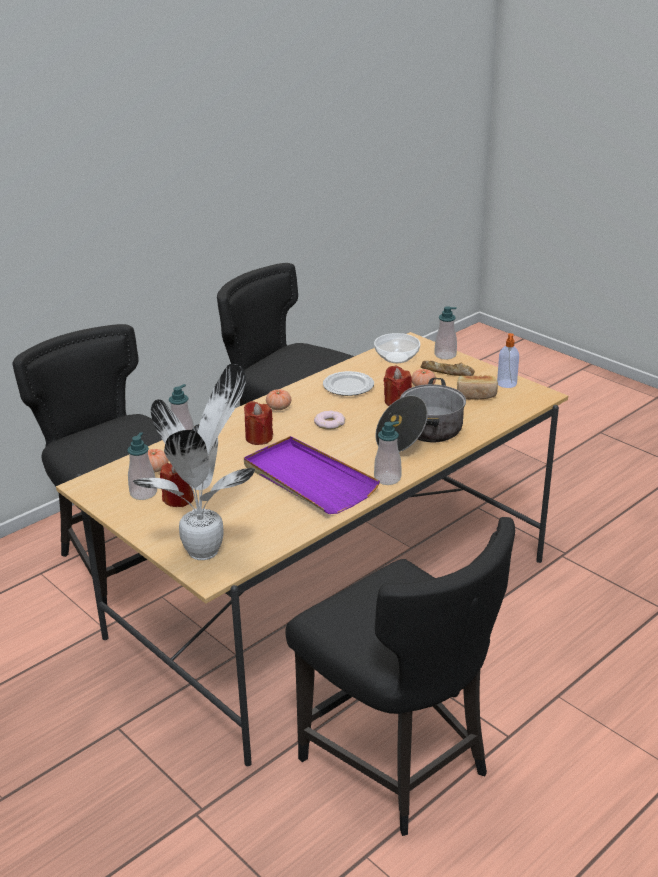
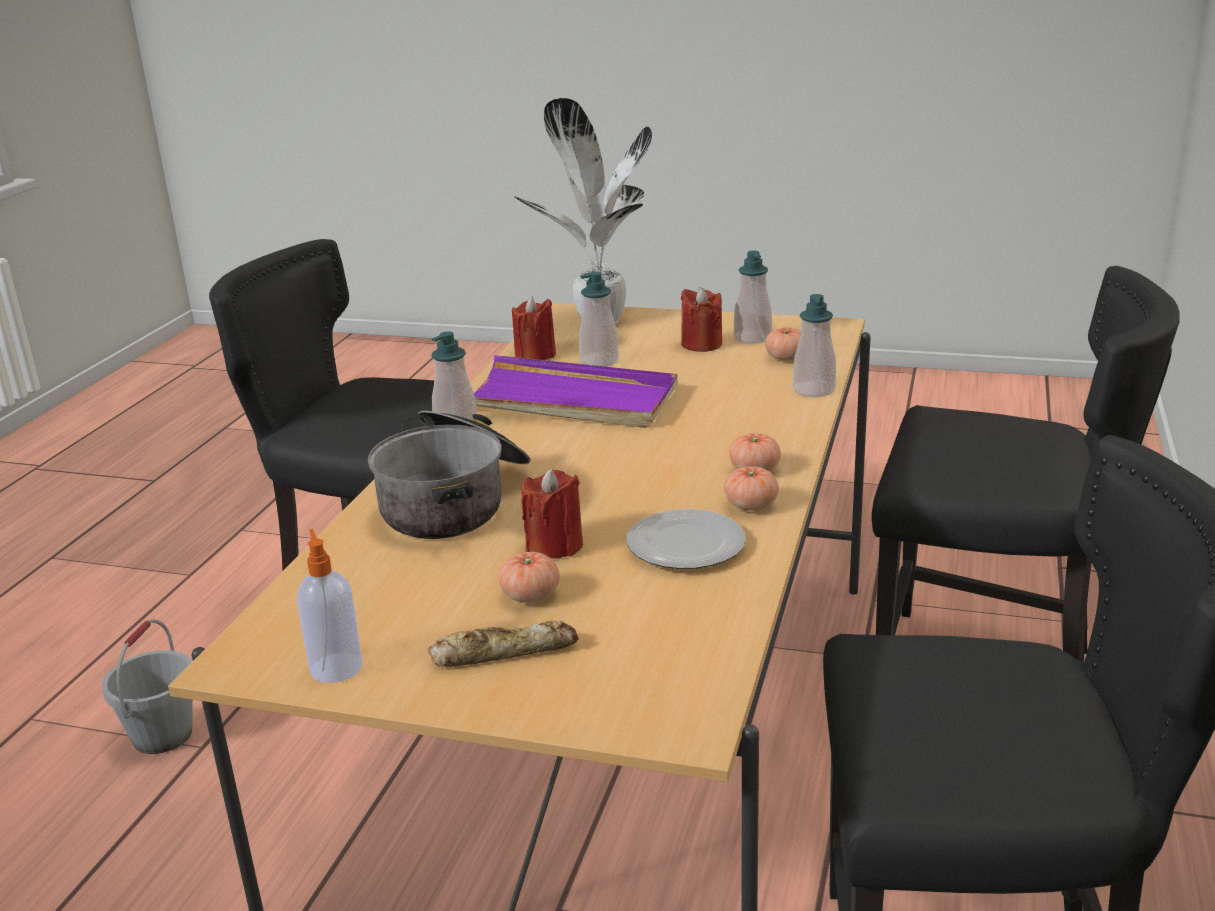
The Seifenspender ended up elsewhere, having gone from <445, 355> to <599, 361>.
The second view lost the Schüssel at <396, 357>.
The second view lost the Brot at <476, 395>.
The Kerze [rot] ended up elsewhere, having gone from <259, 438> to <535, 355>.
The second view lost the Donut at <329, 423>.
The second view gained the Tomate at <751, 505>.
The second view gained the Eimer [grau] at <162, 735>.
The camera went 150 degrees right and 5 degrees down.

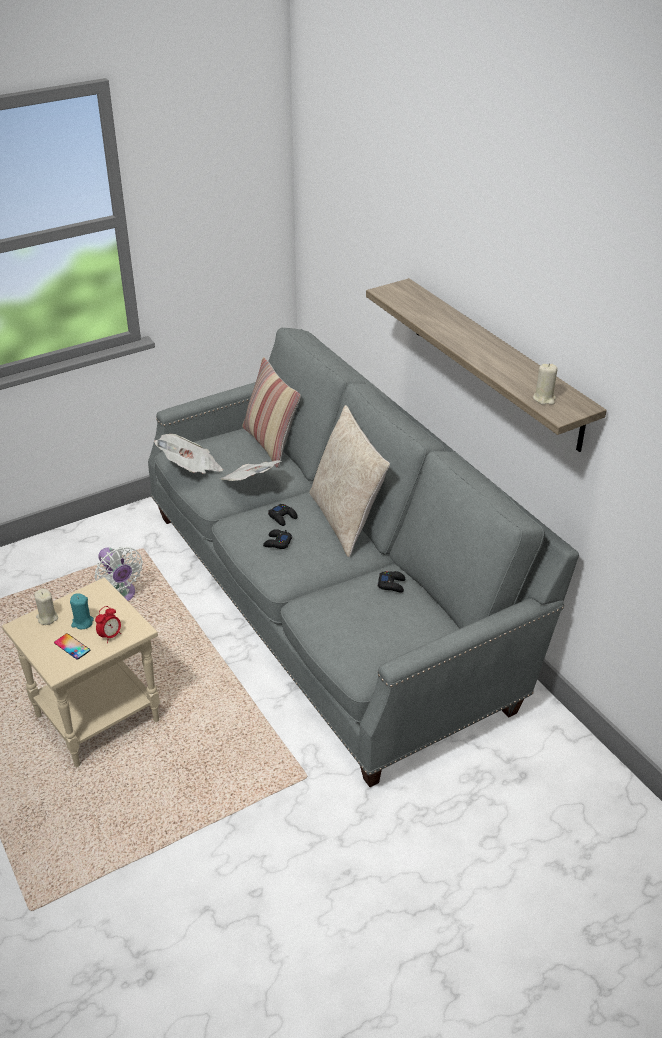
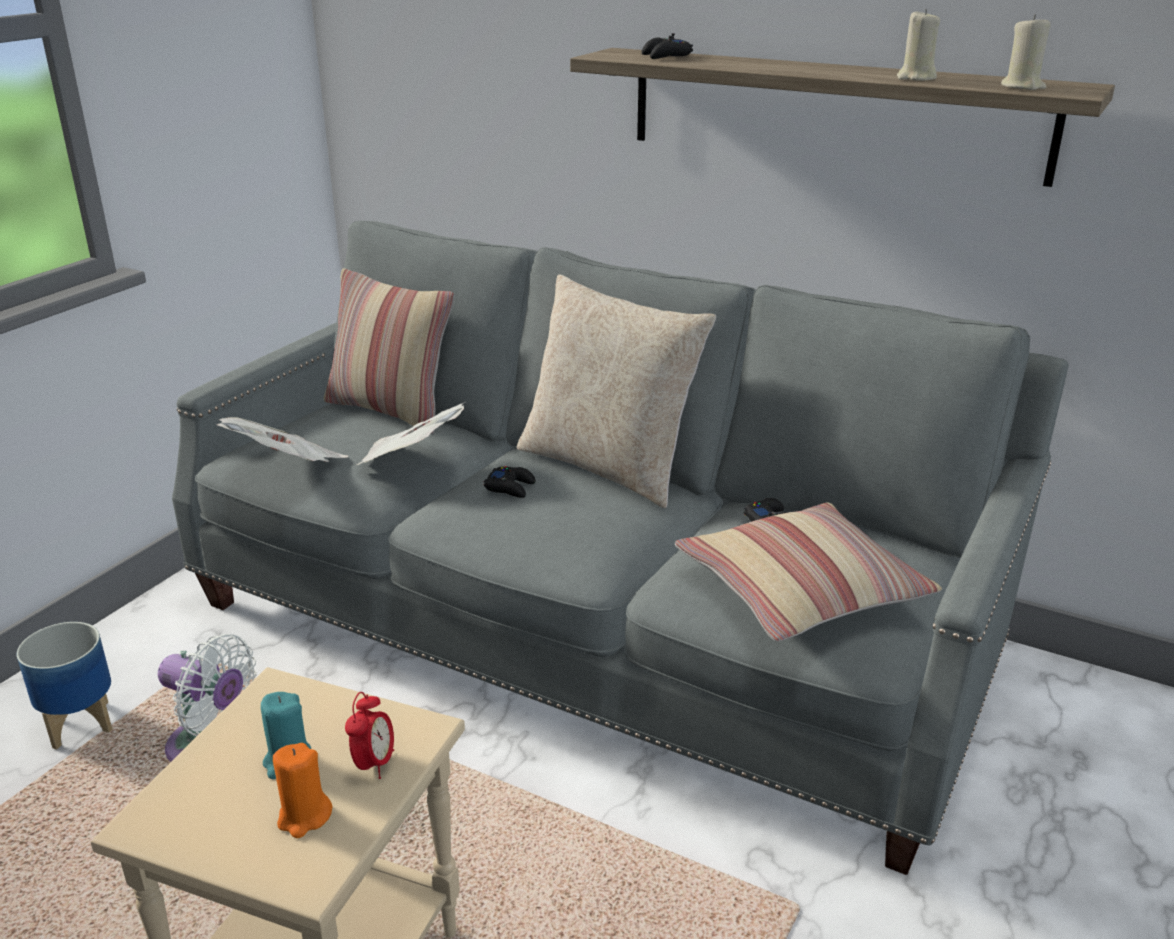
The Gamepad [schwarz] ended up elsewhere, having gone from <277, 543> to <666, 56>.
The Kerze [beige] ended up elsewhere, having gone from <47, 618> to <916, 78>.
Where the Handy stood at <72, 646>, the Kerze [orange] came to stand at <304, 817>.
The second view gained the Kissen at <801, 590>.
The second view gained the Pflanzkübel at <81, 724>.
The camera went 30 degrees left and 10 degrees down.

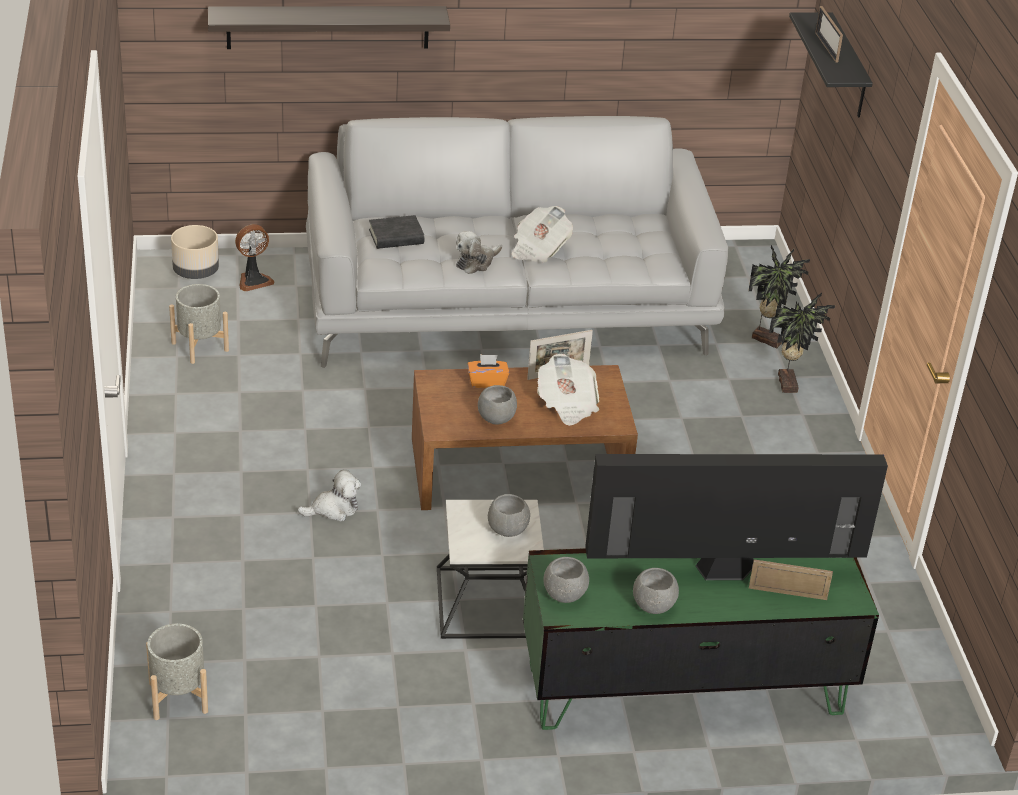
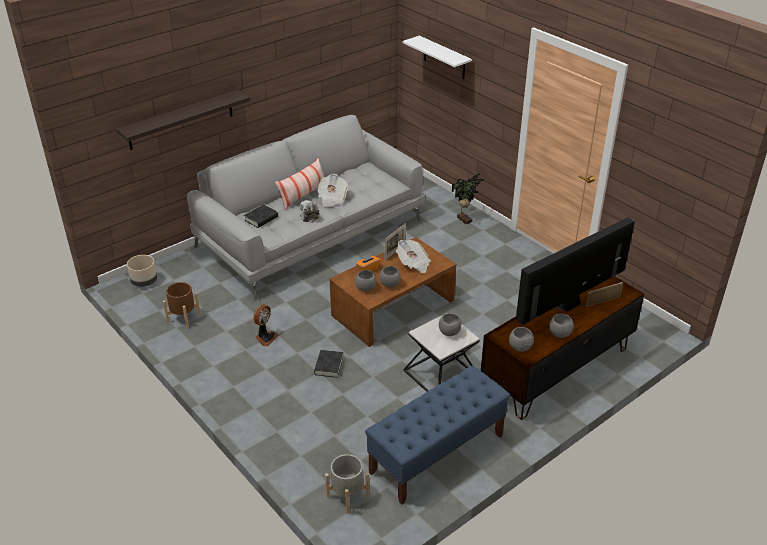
The second view lost the Bilderrahmen at <826, 47>.
What was the Wandregal [schwarz] at <848, 67> turned into the Wandregal [weiß] at <444, 58>.
The Ventilator ended up elsewhere, having gone from <253, 280> to <265, 337>.
The second view lost the Topfpflanze at <767, 339>.
What was the Pflanzkübel [grau] at <200, 346> turned into the Pflanzkübel [braun] at <183, 317>.
Where the Plüschtier stood at <333, 509>, the Buch [schwarz] came to stand at <329, 366>.
What was the Fernsehschrank [grün] at <683, 686> turned into the Fernsehschrank [braun] at <556, 370>.
The second view gained the Kissen at <303, 195>.
The second view gained the Schüssel [grau] at <365, 288>.
The second view gained the Bank [blau] at <436, 454>.
The camera went 30 degrees left and 0 degrees up.

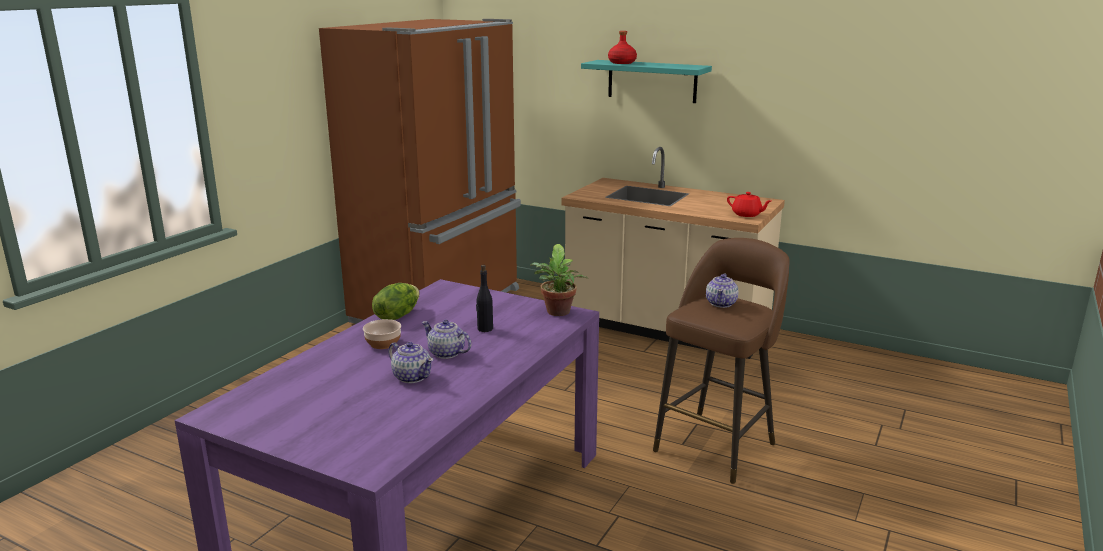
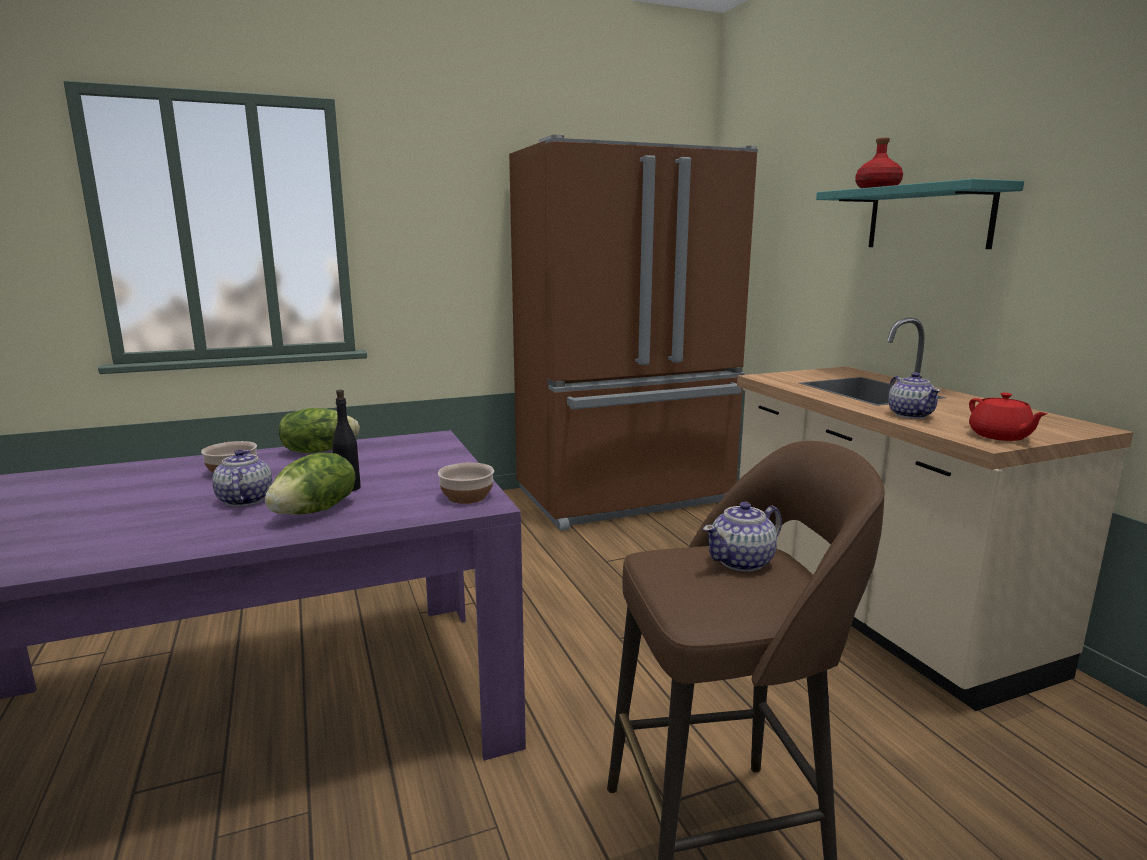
Where the Topfpflanze stood at <558, 313>, the Schüssel came to stand at <466, 496>.
The Teekanne ended up elsewhere, having gone from <412, 377> to <910, 415>.
The second view gained the Salatkopf at <316, 511>.
The camera went 40 degrees right and 5 degrees down.

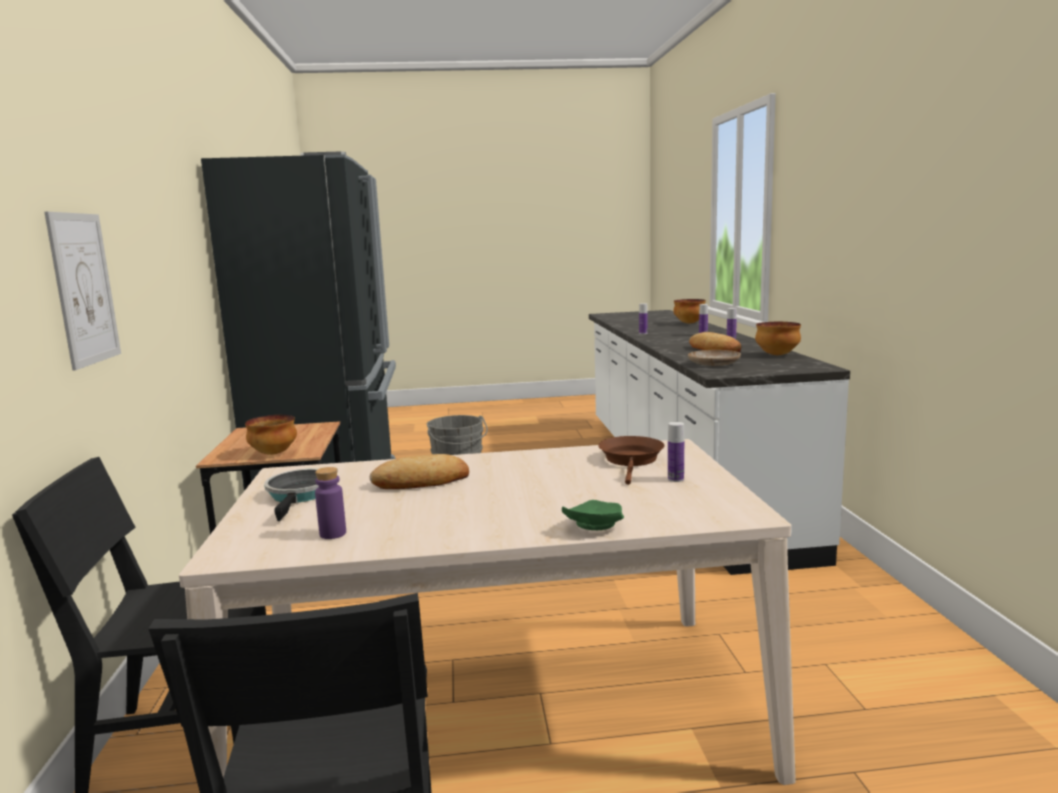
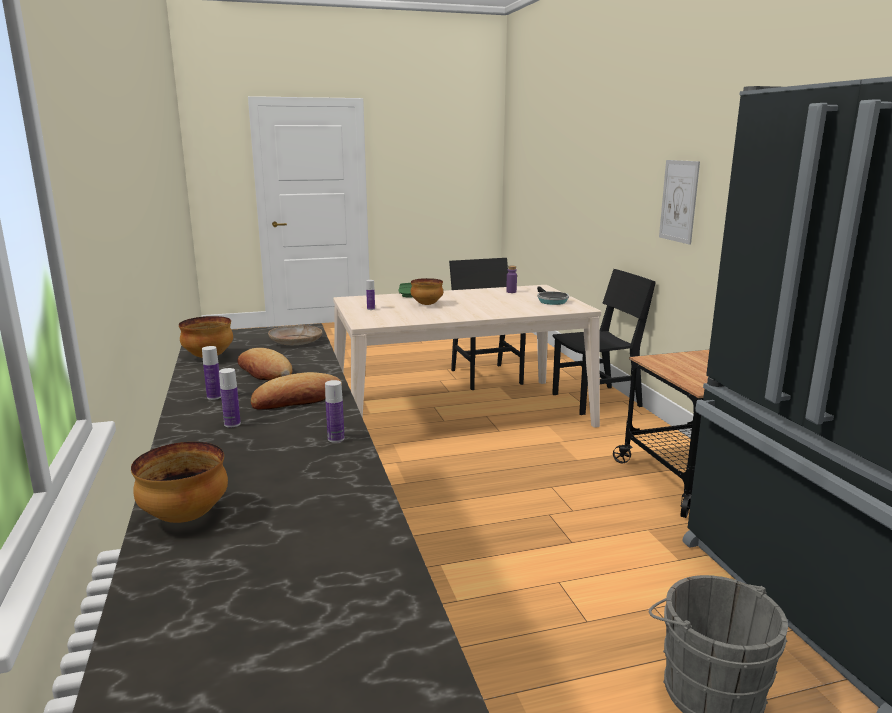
The Schüssel ended up elsewhere, having gone from <274, 453> to <426, 304>.
The second view lost the Pfanne [braun] at <631, 460>.
The Brot ended up elsewhere, having gone from <421, 481> to <297, 399>.
The camera went 170 degrees right and 5 degrees up.

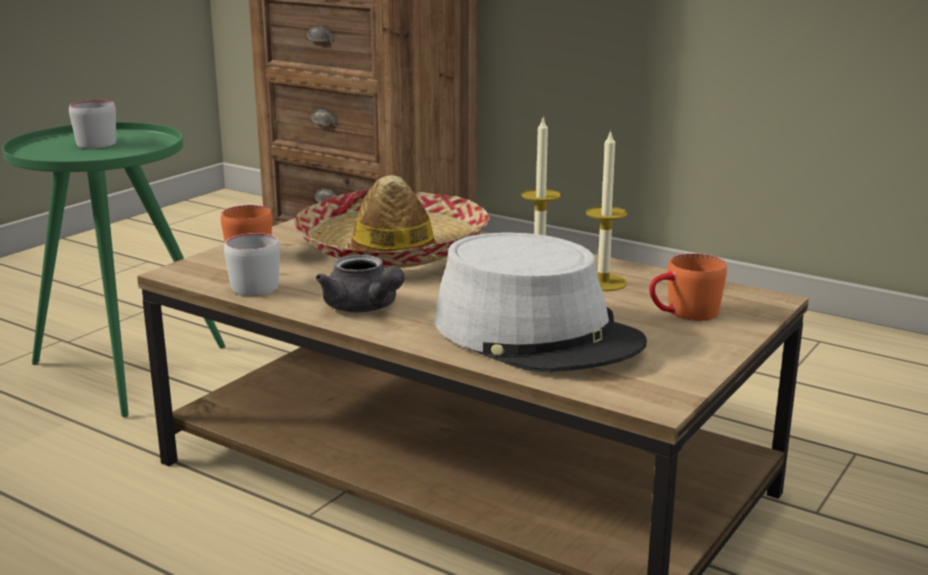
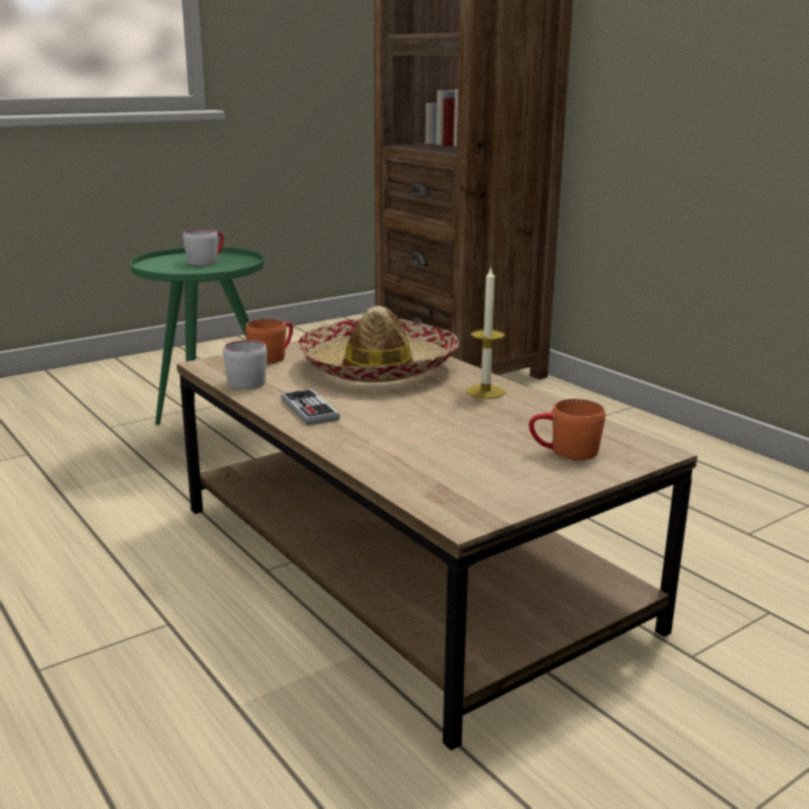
The second view lost the Kerze at <603, 282>.
The second view lost the Hut [grau] at <537, 333>.
Where the Teekanne [grau] stood at <364, 308>, the Gamepad came to stand at <309, 409>.
The camera went 20 degrees right and 0 degrees up.

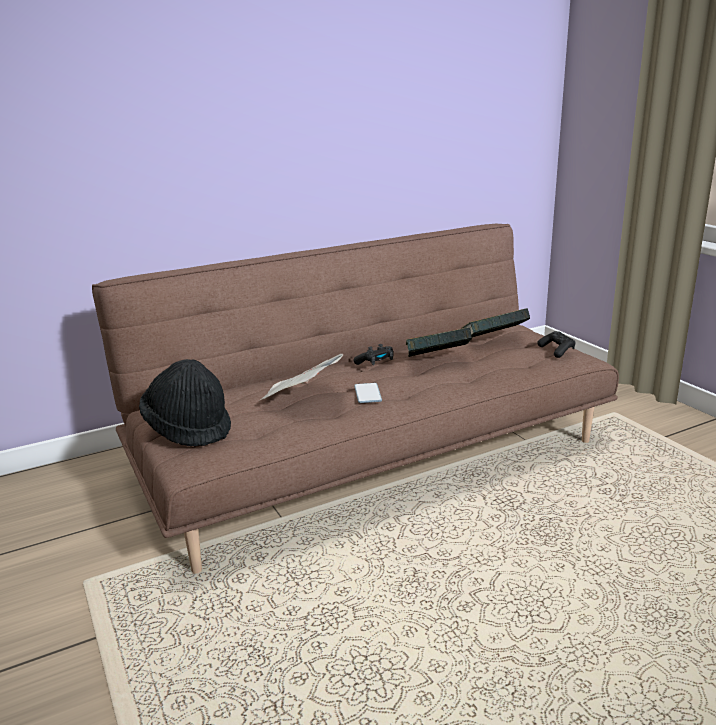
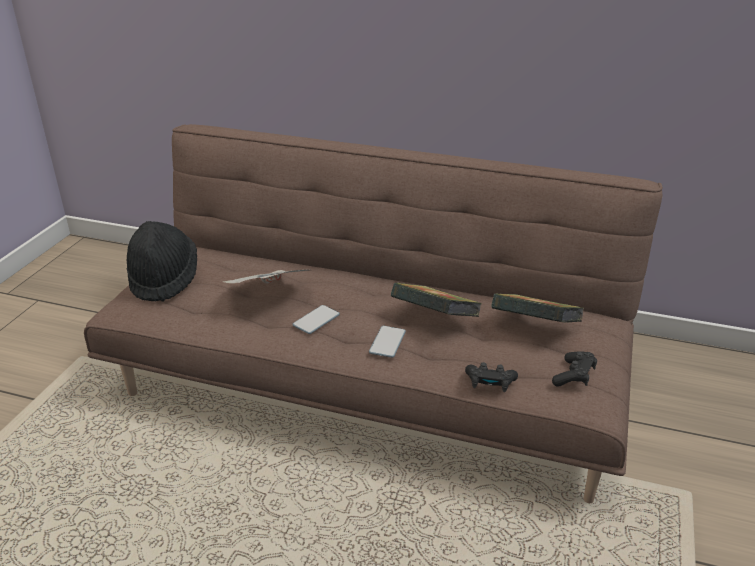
The Gamepad [schwarz] ended up elsewhere, having gone from <375, 363> to <490, 384>.
The second view gained the Handy at <387, 342>.
The camera went 45 degrees right and 10 degrees up.

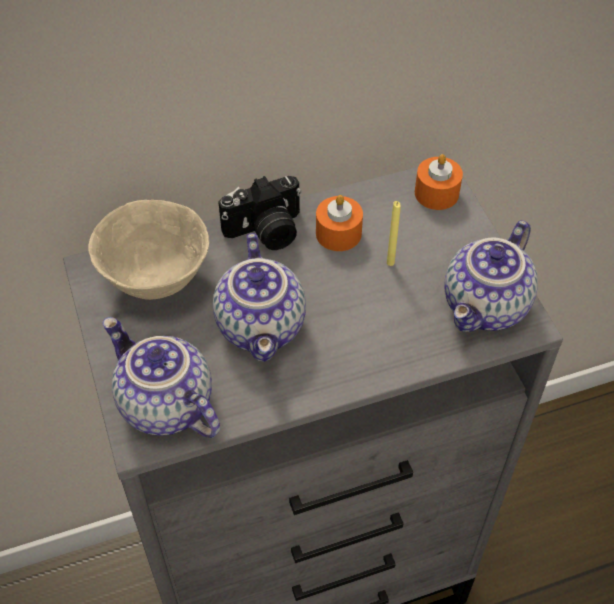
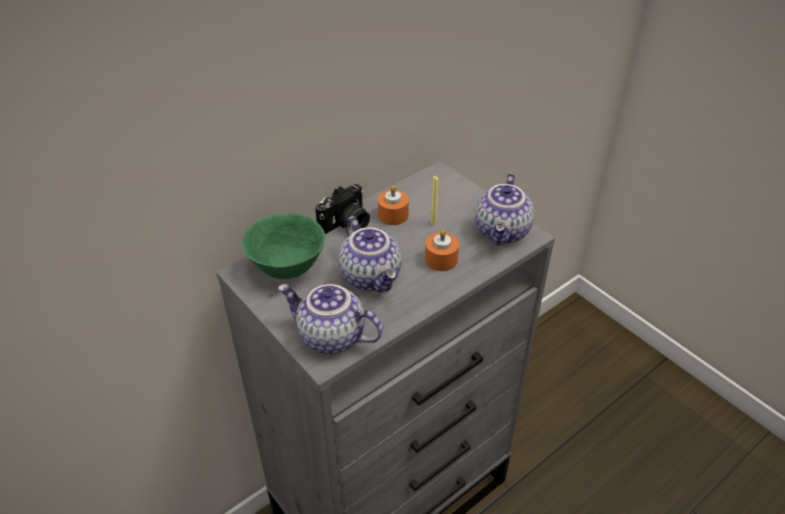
The Kerze [orange] ended up elsewhere, having gone from <436, 193> to <441, 259>.
What was the Schüssel [beige] at <156, 278> turned into the Schüssel [grün] at <287, 267>.
The camera went 20 degrees left and 10 degrees down.

